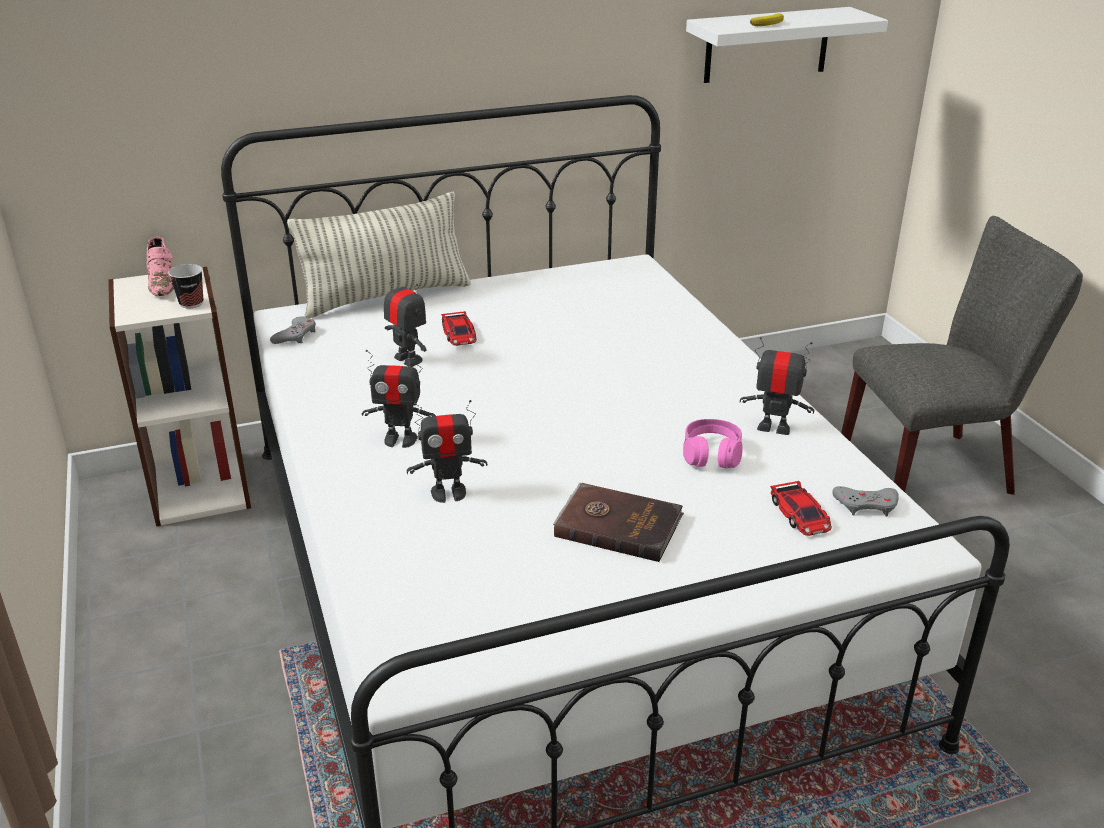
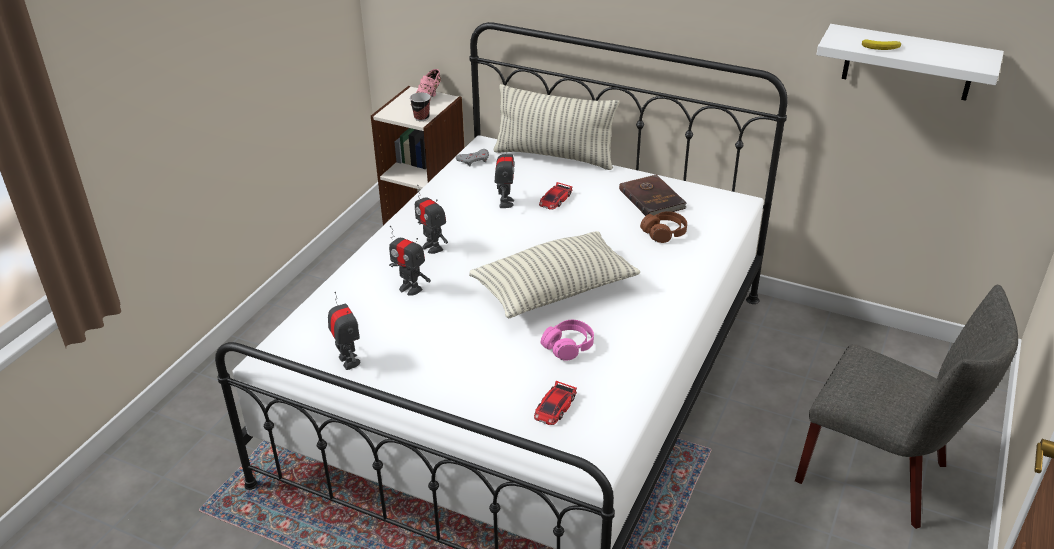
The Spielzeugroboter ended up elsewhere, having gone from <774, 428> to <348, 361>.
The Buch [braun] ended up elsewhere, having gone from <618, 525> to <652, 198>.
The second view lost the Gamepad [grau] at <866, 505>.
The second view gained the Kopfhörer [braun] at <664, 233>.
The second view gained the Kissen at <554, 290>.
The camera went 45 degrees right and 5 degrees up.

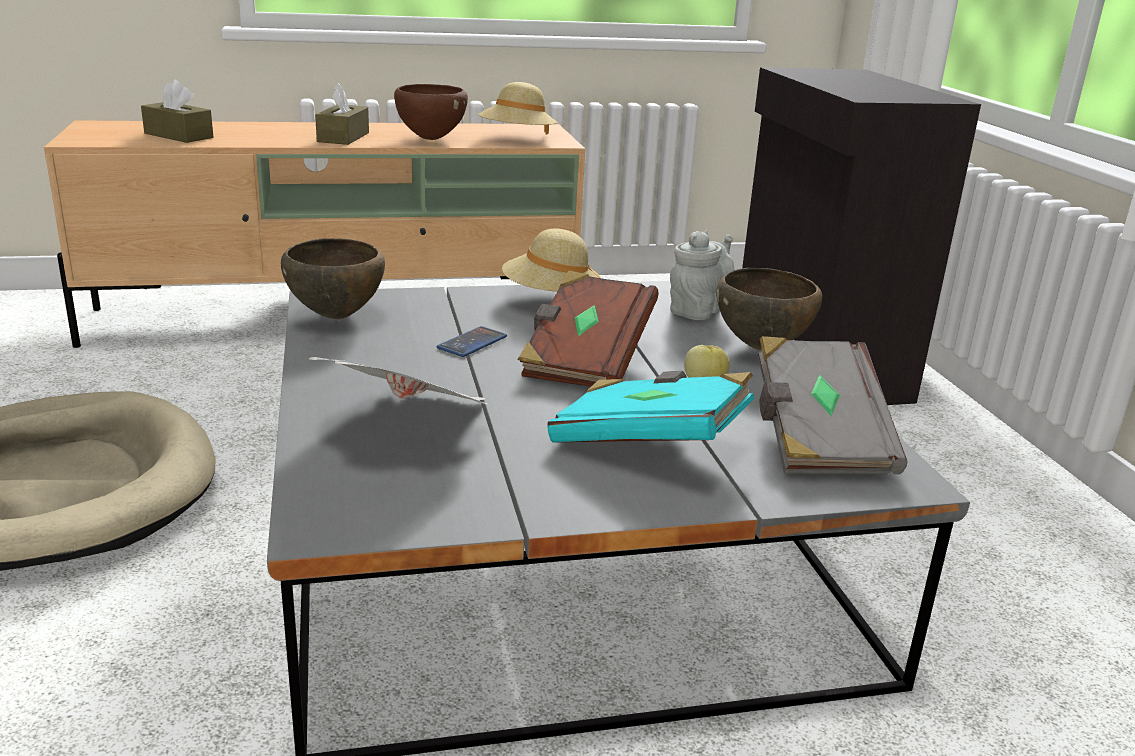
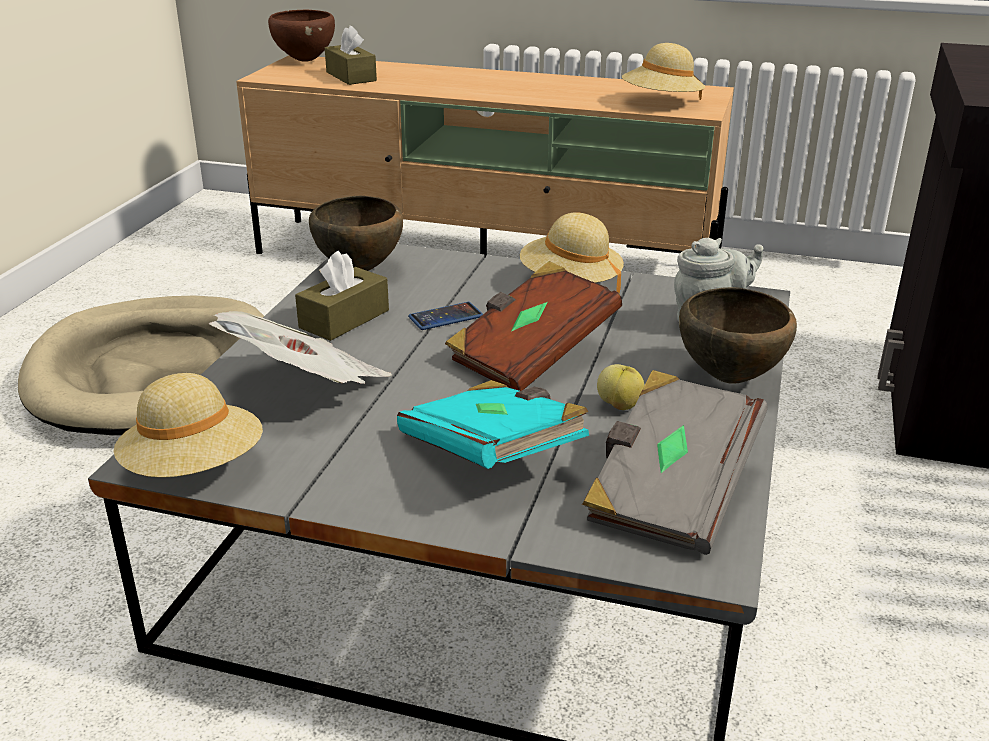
The Taschentuchbox [braun] ended up elsewhere, having gone from <343, 137> to <344, 319>.
The Schüssel [braun] ended up elsewhere, having gone from <430, 139> to <305, 61>.
The second view gained the Hut [beige] at <194, 468>.
The camera went 30 degrees right and 5 degrees up.

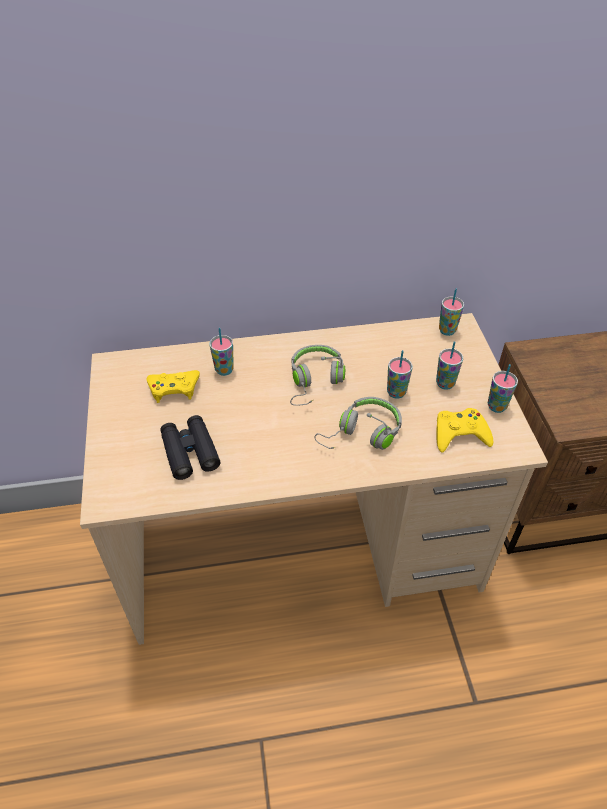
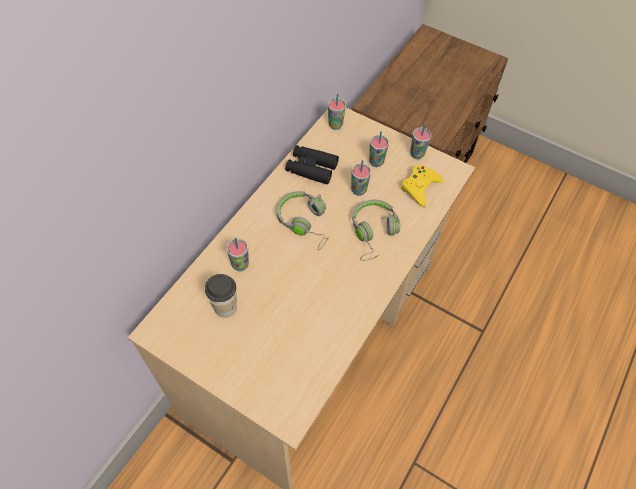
Where the Gamepad [gelb] stood at <174, 388>, the Tasse came to stand at <225, 307>.
The Fernglas [schwarz] ended up elsewhere, having gone from <190, 452> to <311, 168>.
The camera went 50 degrees left and 10 degrees up.

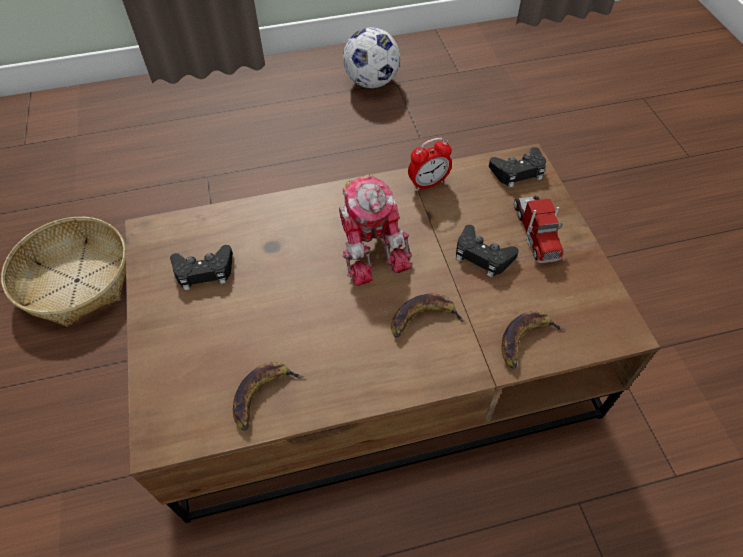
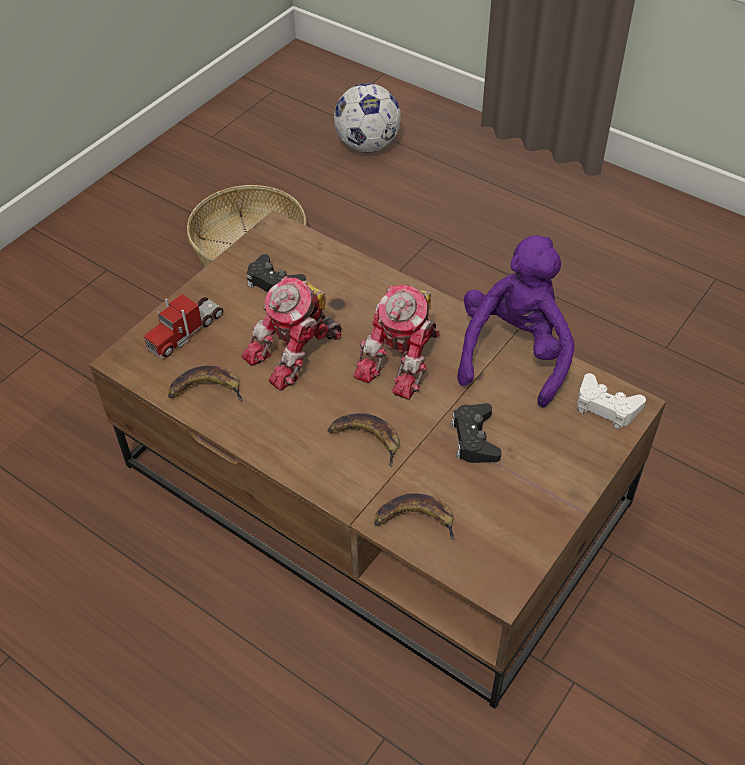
The Fußball ended up elsewhere, having gone from <371, 82> to <368, 145>.
Where the Wecker stood at <428, 183>, the Plüschtier [lila] came to stand at <514, 353>.
What was the Gamepad [schwarz] at <518, 171> turned into the Gamepad [weiß] at <606, 406>.
The Spielzeuglaster ended up elsewhere, having gone from <535, 232> to <185, 331>.
The second view gained the Spielzeugroboter at <296, 353>.
The camera went 50 degrees right and 5 degrees down.

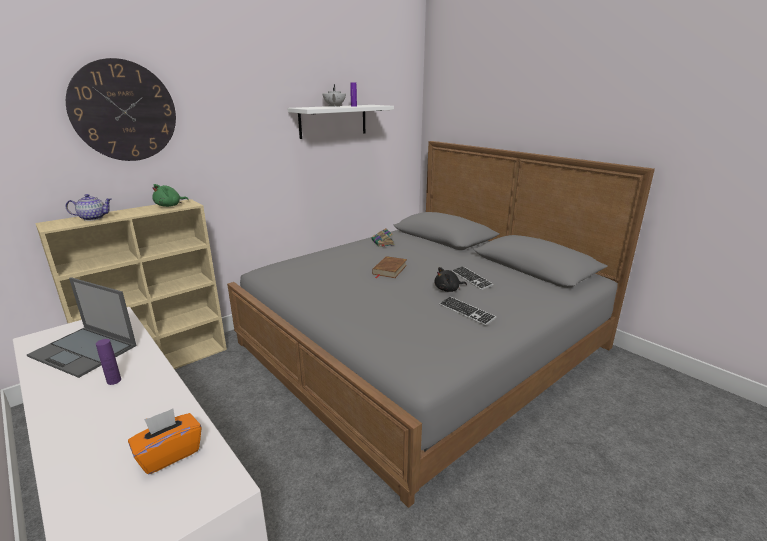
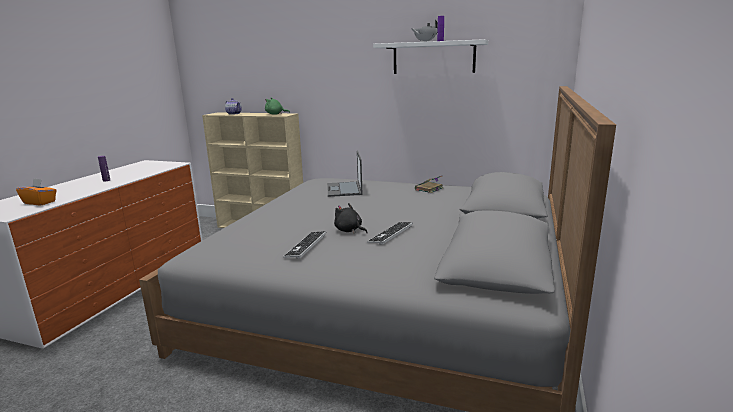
The second view lost the Wanduhr at <124, 111>.
The second view lost the Buch [braun] at <389, 269>.
The Laptop ended up elsewhere, having gone from <84, 351> to <344, 189>.
The camera went 60 degrees right and 5 degrees down.

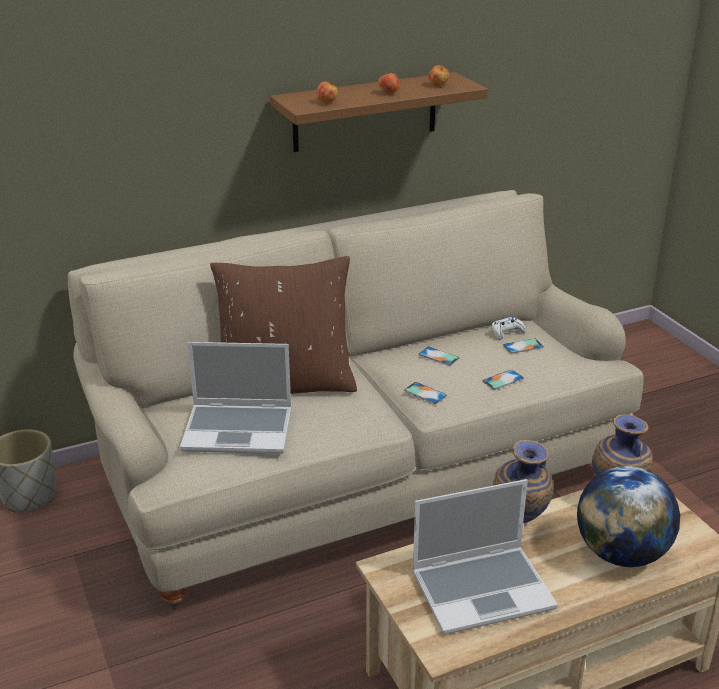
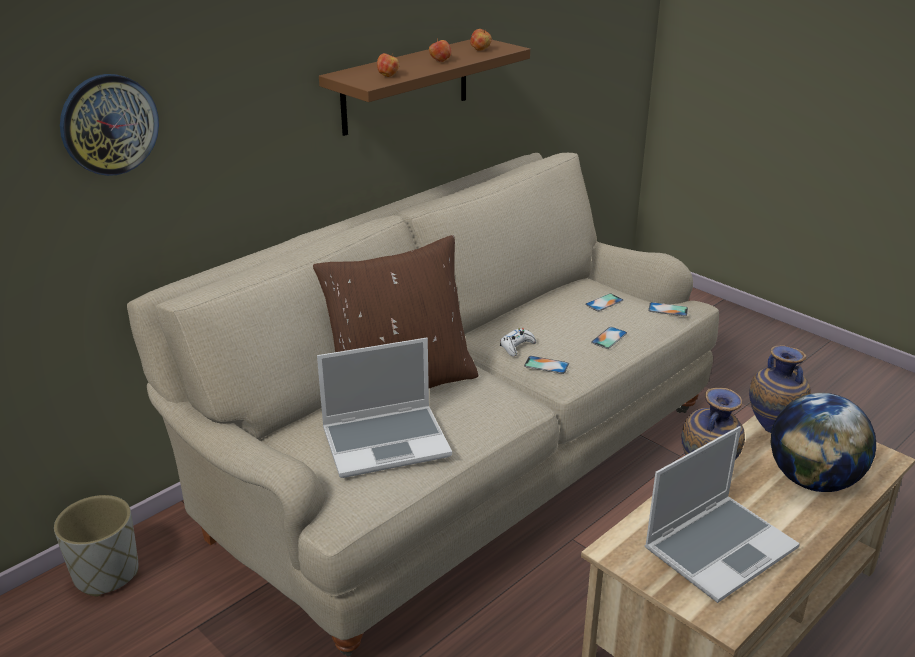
The Gamepad [weiß] ended up elsewhere, having gone from <506, 332> to <517, 346>.
The Handy ended up elsewhere, having gone from <439, 356> to <668, 309>.
The second view gained the Wanduhr at <109, 124>.
The camera went 20 degrees left and 0 degrees up.

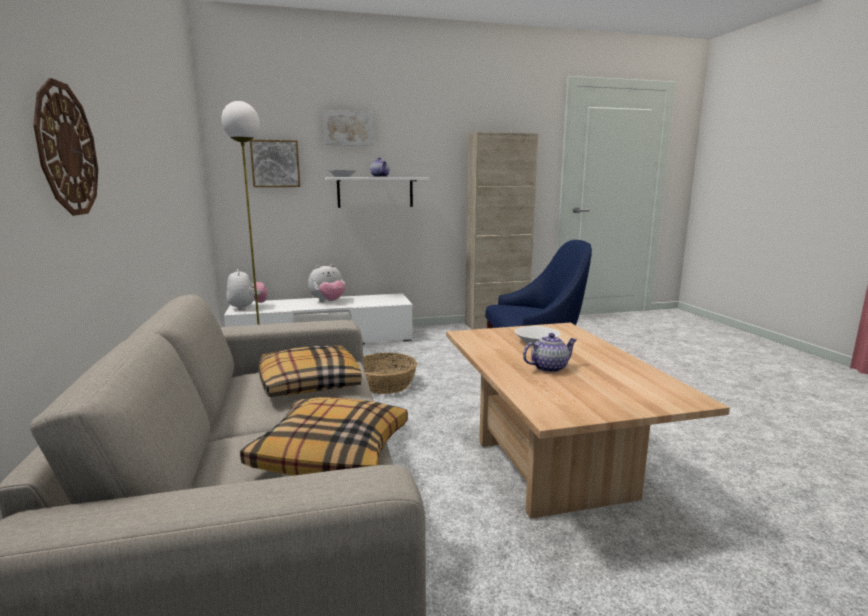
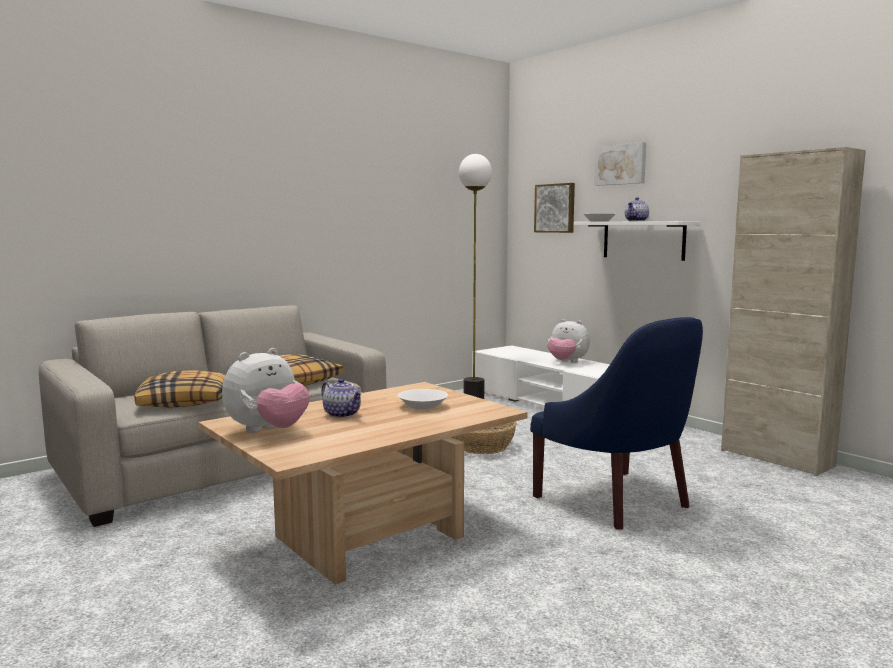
The second view lost the Wanduhr at <66, 149>.
The Plüschtier ended up elsewhere, having gone from <247, 308> to <268, 431>.
The camera went 65 degrees right and 5 degrees down.

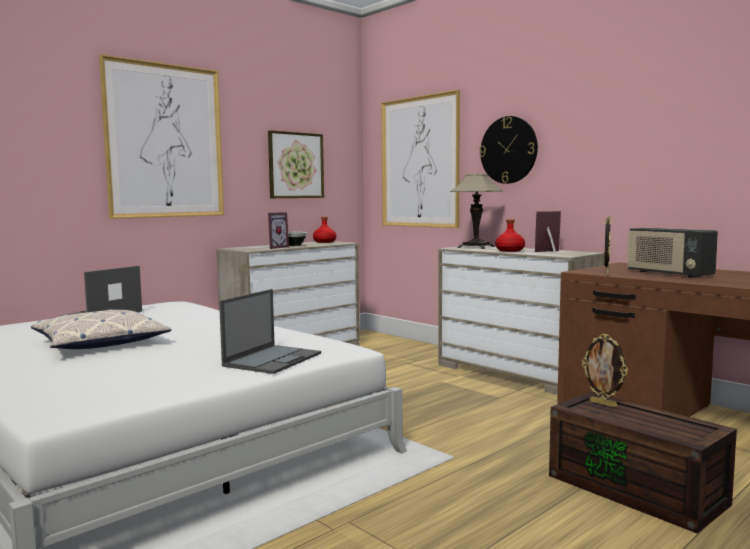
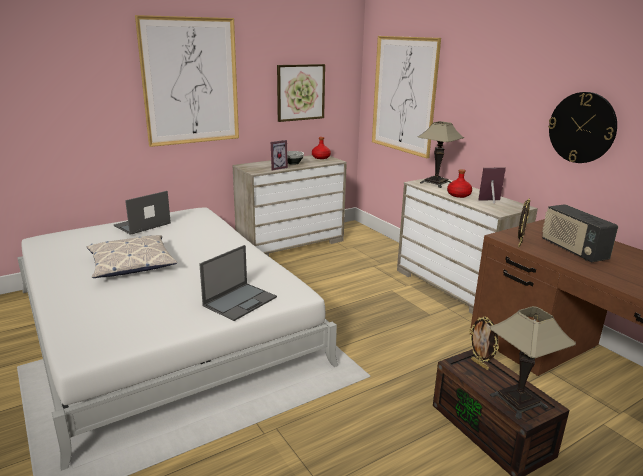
The Wanduhr ended up elsewhere, having gone from <508, 150> to <582, 127>.
The second view gained the Tischlampe at <518, 401>.
The camera went 10 degrees right and 15 degrees up.

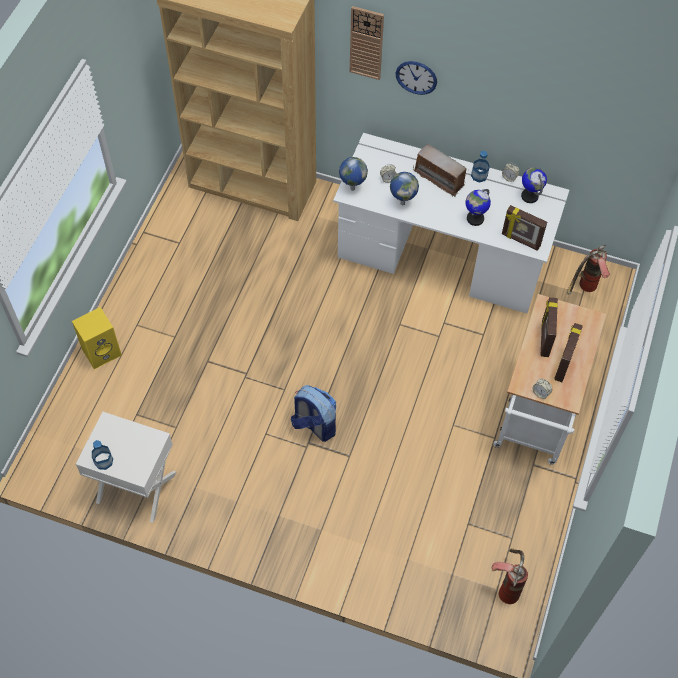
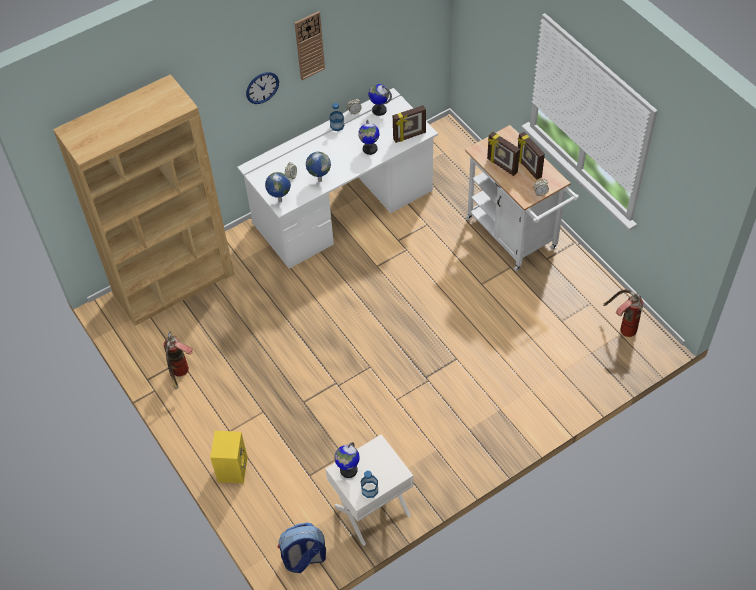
The Wanduhr ended up elsewhere, having gone from <366, 43> to <309, 45>.
The second view lost the Radio at <439, 178>.
The Feuerlöscher ended up elsewhere, having gone from <584, 289> to <181, 375>.
The Rucksack ended up elsewhere, having gone from <314, 425> to <304, 558>.
The second view gained the Globus at <348, 470>.
The camera went 50 degrees left and 5 degrees down.

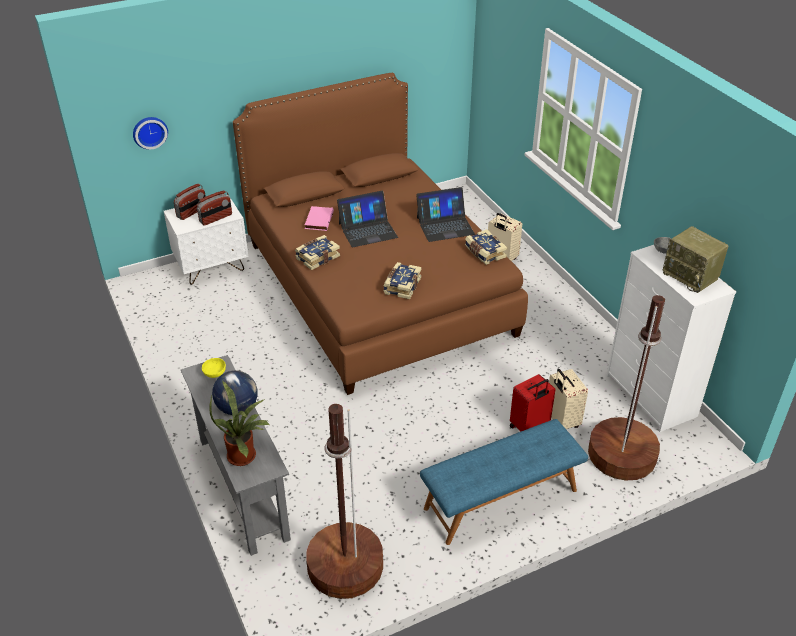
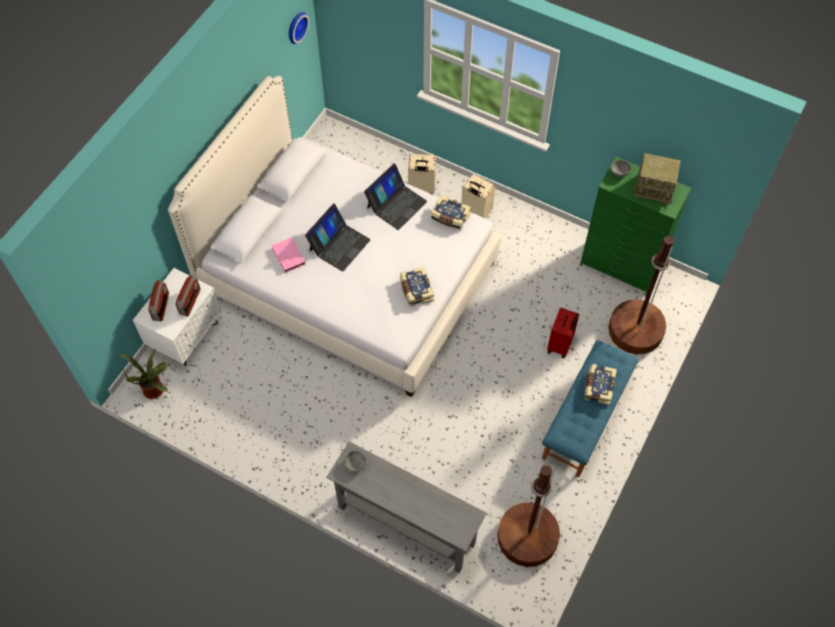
What was the Bett [braun] at <377, 288> turned into the Bett [weiß] at <346, 277>.
The Wanduhr ended up elsewhere, having gone from <149, 131> to <296, 27>.
The Buch ended up elsewhere, having gone from <317, 257> to <598, 387>.
What was the Kommode [weiß] at <651, 396> turned into the Kommode [grün] at <621, 266>.
What was the Schüssel [gelb] at <214, 373> turned into the Schüssel [grau] at <356, 464>.
The Koffer [beige] ended up elsewhere, having gone from <561, 421> to <475, 212>.
The second view lost the Globus at <238, 408>.
The Topfpflanze ended up elsewhere, having gone from <245, 455> to <155, 388>.
The camera went 35 degrees left and 20 degrees up.

